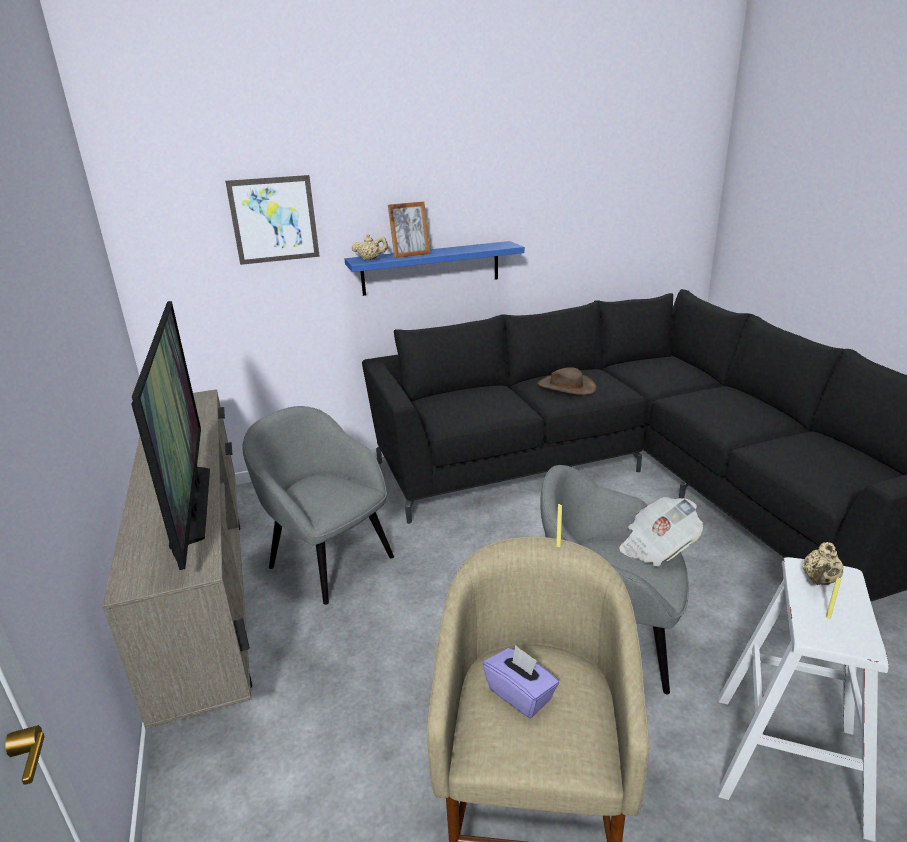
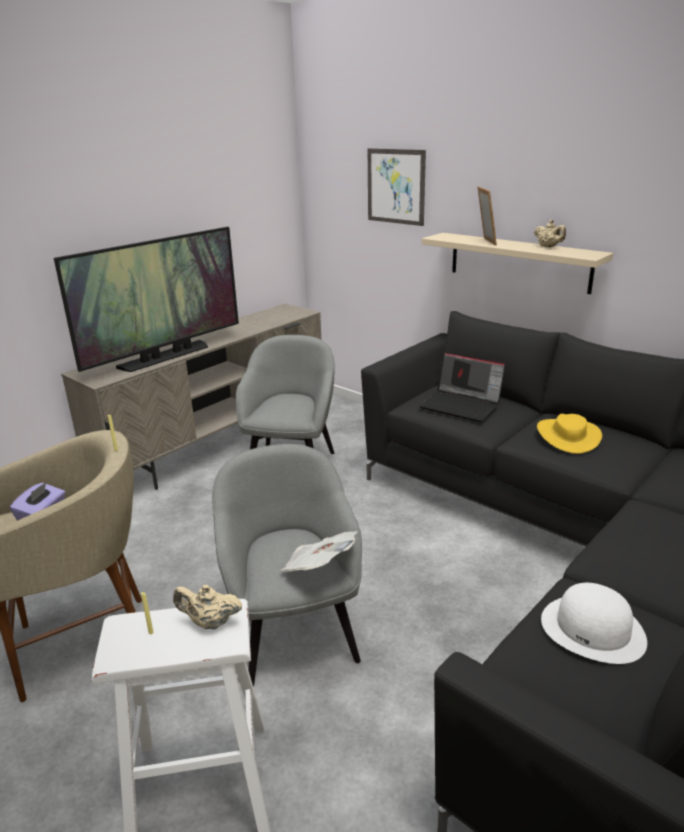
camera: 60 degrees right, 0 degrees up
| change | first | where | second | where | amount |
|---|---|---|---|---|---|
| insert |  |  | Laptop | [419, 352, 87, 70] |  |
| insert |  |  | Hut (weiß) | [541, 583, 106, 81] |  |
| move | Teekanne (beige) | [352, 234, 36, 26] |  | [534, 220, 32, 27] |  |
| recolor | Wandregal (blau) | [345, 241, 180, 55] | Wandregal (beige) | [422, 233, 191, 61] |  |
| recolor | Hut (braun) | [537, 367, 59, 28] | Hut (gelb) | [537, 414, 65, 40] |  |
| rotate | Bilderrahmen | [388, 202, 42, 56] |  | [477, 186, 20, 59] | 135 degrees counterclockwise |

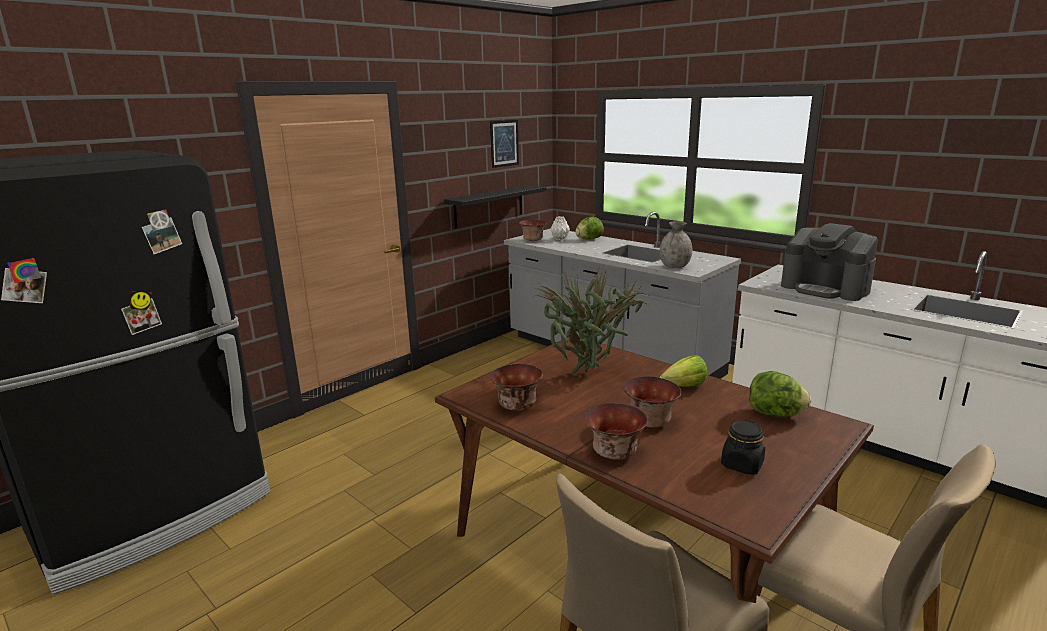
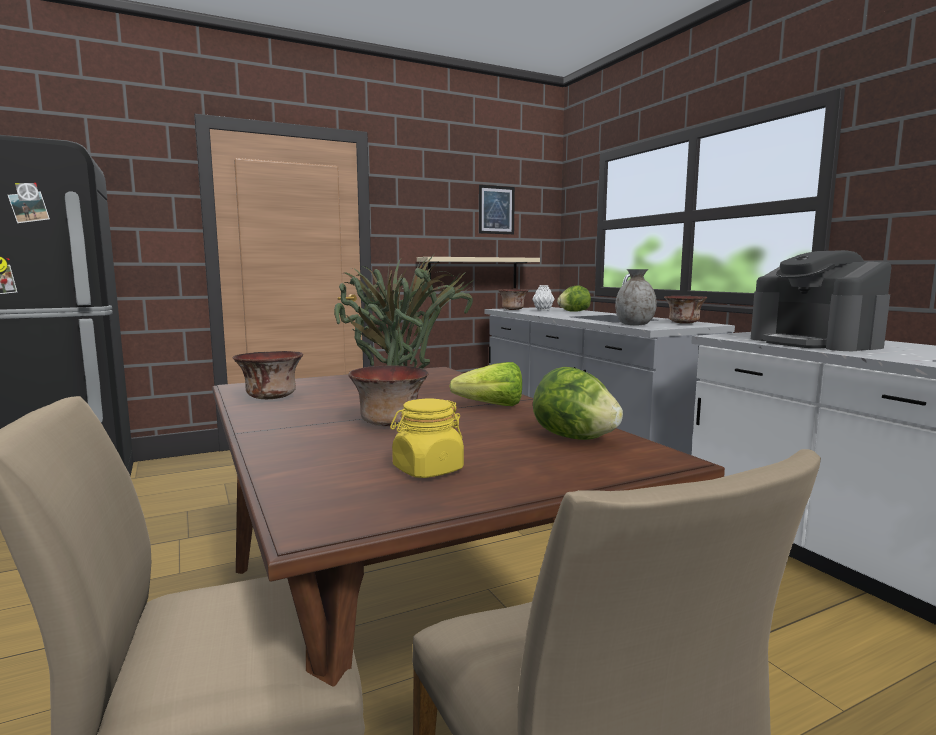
camera: 20 degrees right, 10 degrees down
| change | first | where | second | where | amount |
|---|---|---|---|---|---|
| move | Schüssel | [585, 403, 63, 57] |  | [664, 296, 43, 28] |  |
| recolor | Wandregal (schwarz) | [444, 185, 102, 44] | Wandregal (beige) | [417, 257, 123, 31] |  |
| recolor | Vorratsglas (schwarz) | [721, 420, 44, 55] | Vorratsglas (gelb) | [390, 399, 74, 79] |  |

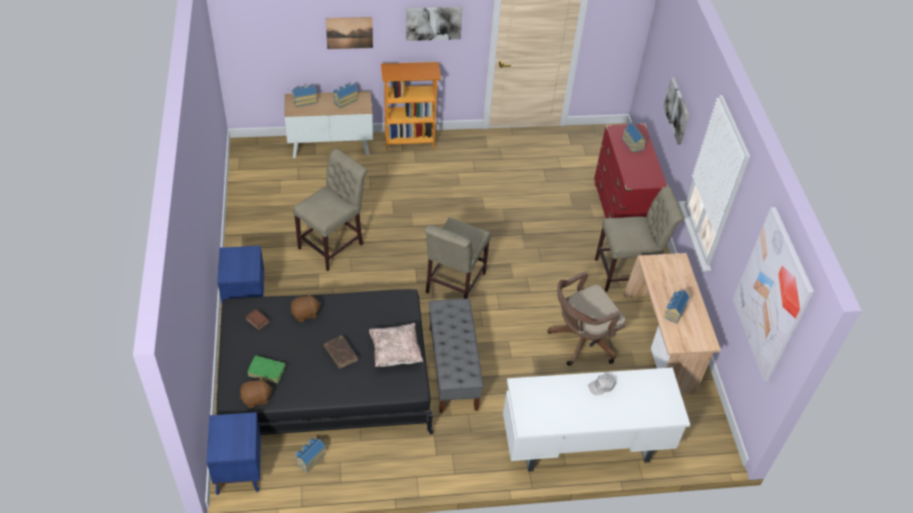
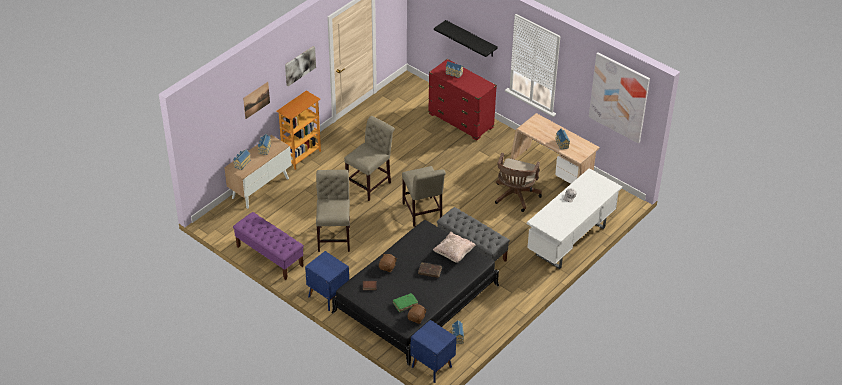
camera: 40 degrees left, 5 degrees down
| change | first | where | second | where | amount |
|---|---|---|---|---|---|
| insert |  |  | Bank (lila) | [233, 212, 71, 68] |  |
| move | Stuhl (beige) | [595, 187, 89, 105] |  | [344, 116, 51, 85] |  |
| replace | Bild | [663, 77, 27, 68] | Wandregal (schwarz) | [434, 20, 64, 37] |  |

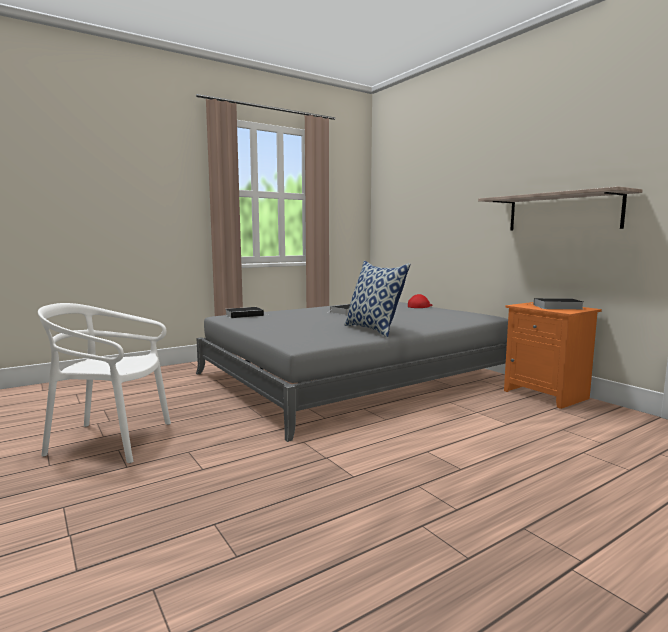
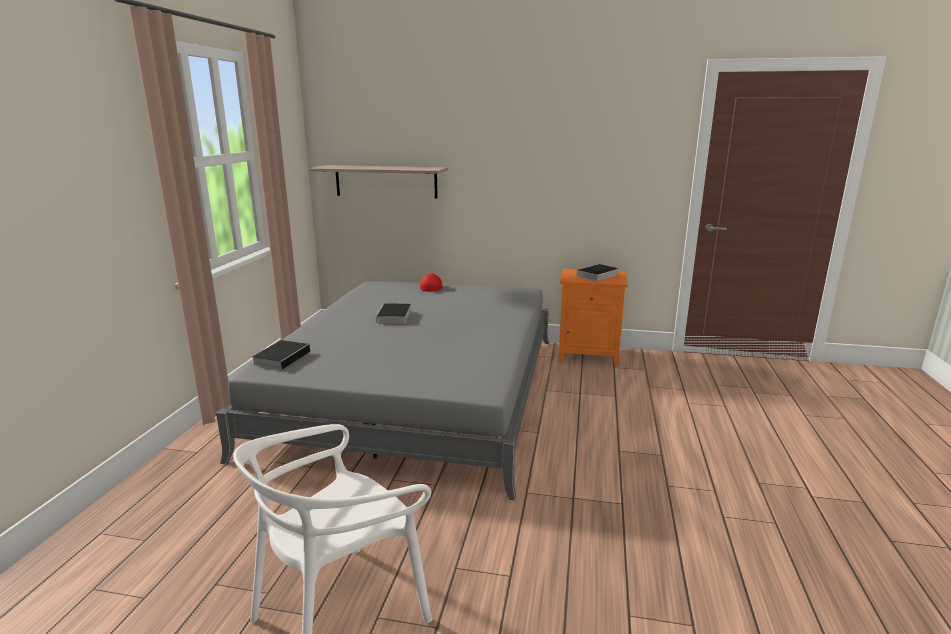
camera: 45 degrees left, 10 degrees up
| change | first | where | second | where | amount |
|---|---|---|---|---|---|
| delete | Kissen | [345, 261, 66, 77] |  |  |  |
| move | Wandregal | [478, 186, 165, 45] |  | [308, 165, 140, 33] |  |

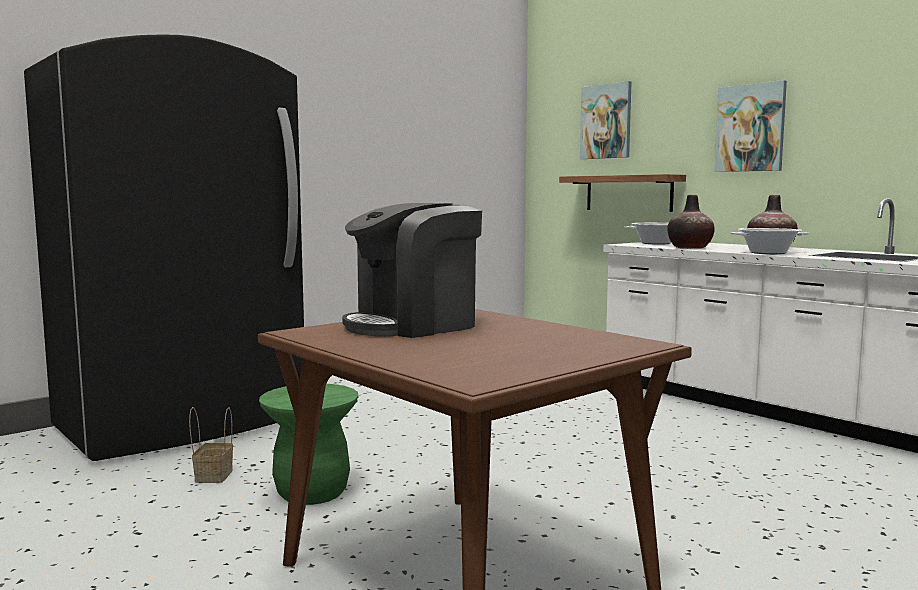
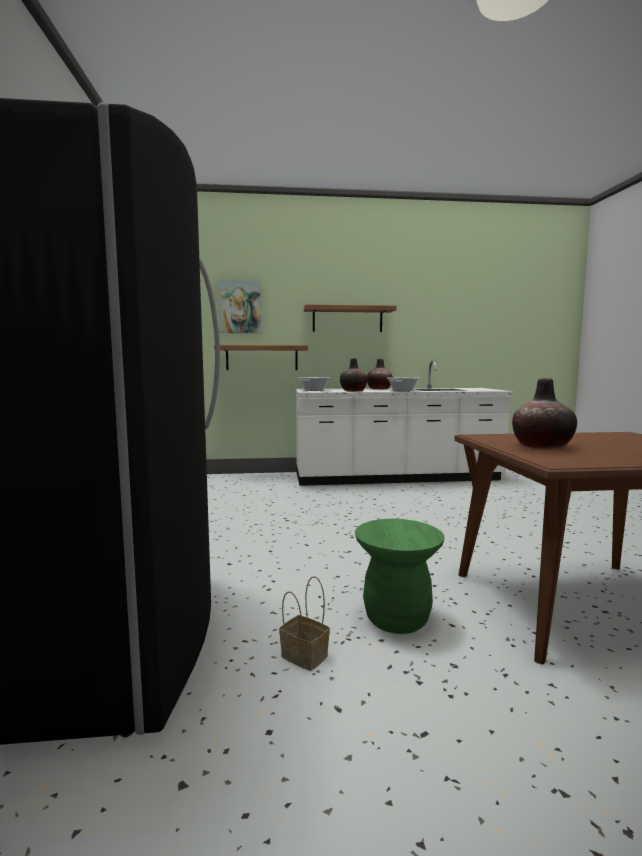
camera: 55 degrees left, 0 degrees up
| change | first | where | second | where | amount |
|---|---|---|---|---|---|
| replace | Kaffeemaschine | [342, 203, 140, 135] | Vase | [512, 378, 65, 71] |  |
| replace | Bild | [714, 80, 73, 92] | Wandregal | [304, 304, 93, 28] |  |

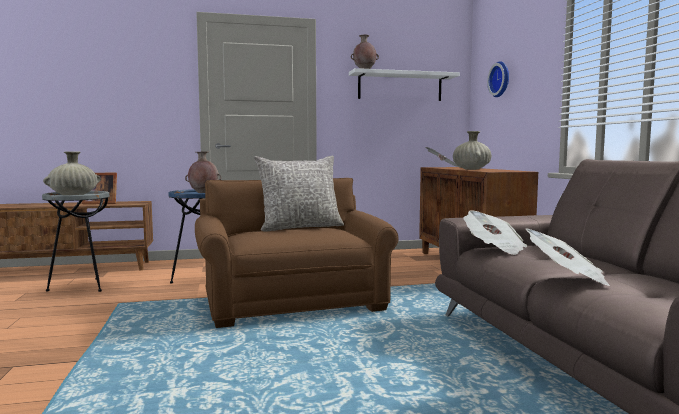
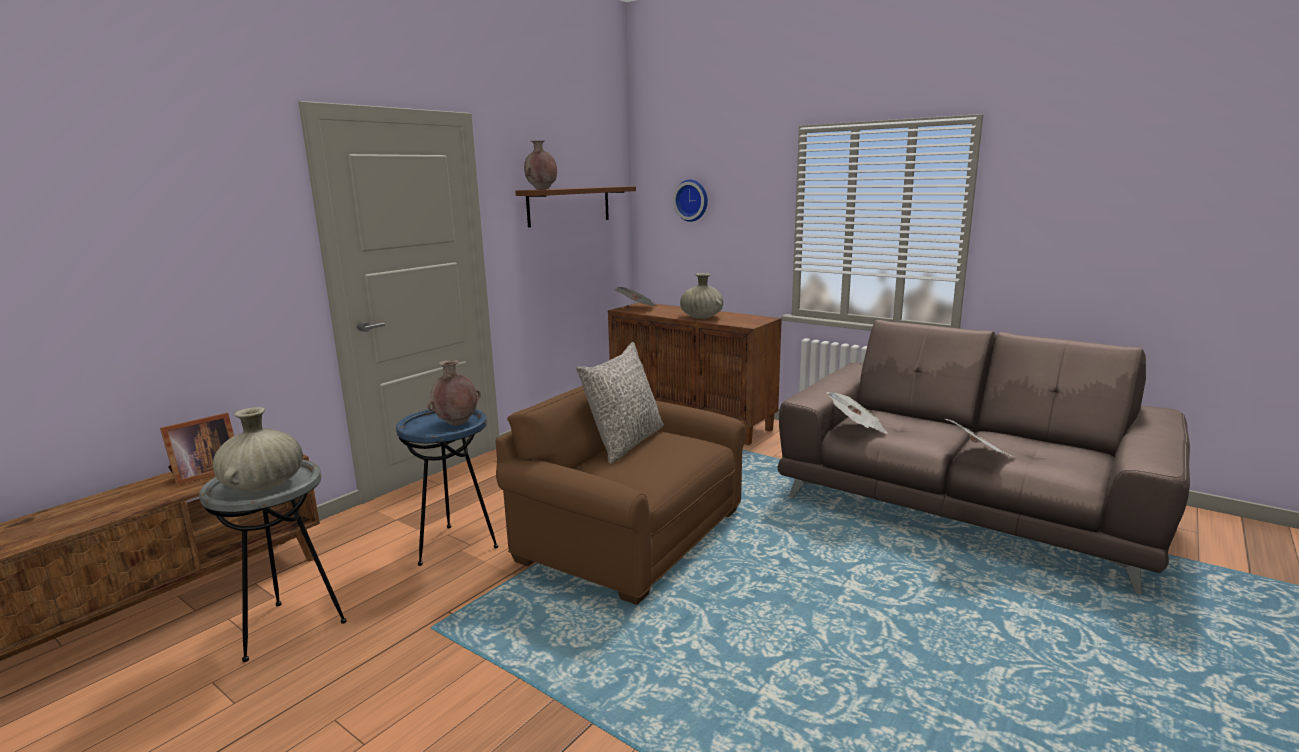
camera: 40 degrees left, 10 degrees up
| change | first | where | second | where | amount |
|---|---|---|---|---|---|
| recolor | Wandregal (weiß) | [349, 68, 111, 33] | Wandregal (braun) | [515, 186, 121, 41] |  |

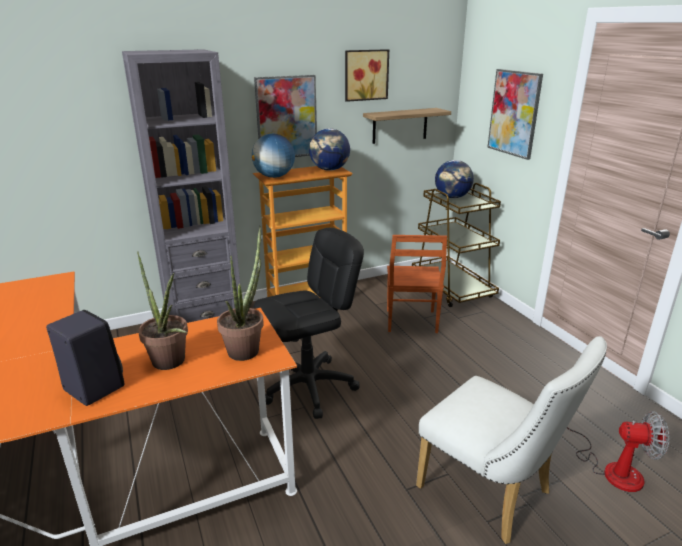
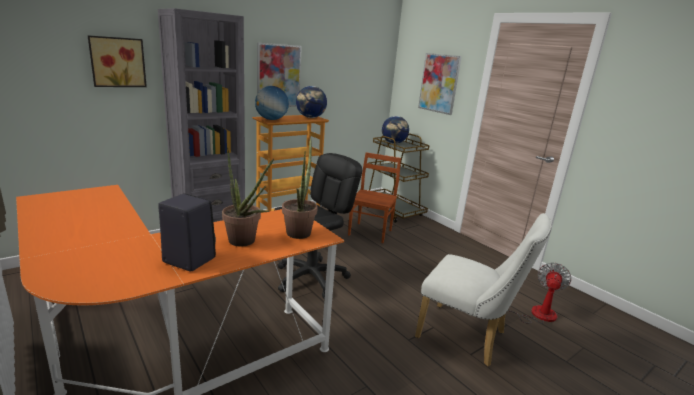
camera: 15 degrees left, 5 degrees down
| change | first | where | second | where | amount |
|---|---|---|---|---|---|
| delete | Wandregal | [363, 108, 88, 36] |  |  |  |
| move | Bild | [345, 49, 44, 53] |  | [87, 35, 60, 52] |  |
| rotate | Stuhl (braun) | [387, 235, 60, 98] |  | [348, 152, 53, 91] | 150 degrees counterclockwise |
| rotate | Ventilator | [567, 411, 102, 81] |  | [508, 263, 63, 61] | 60 degrees counterclockwise |

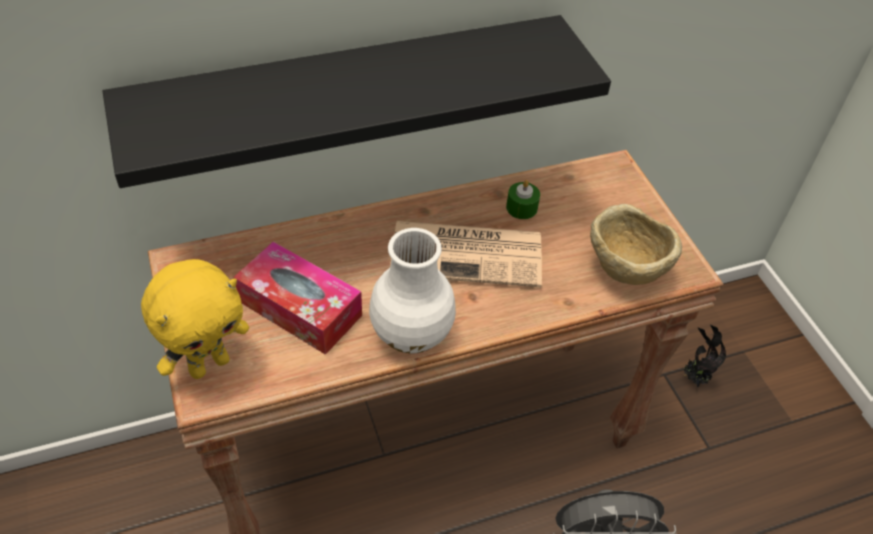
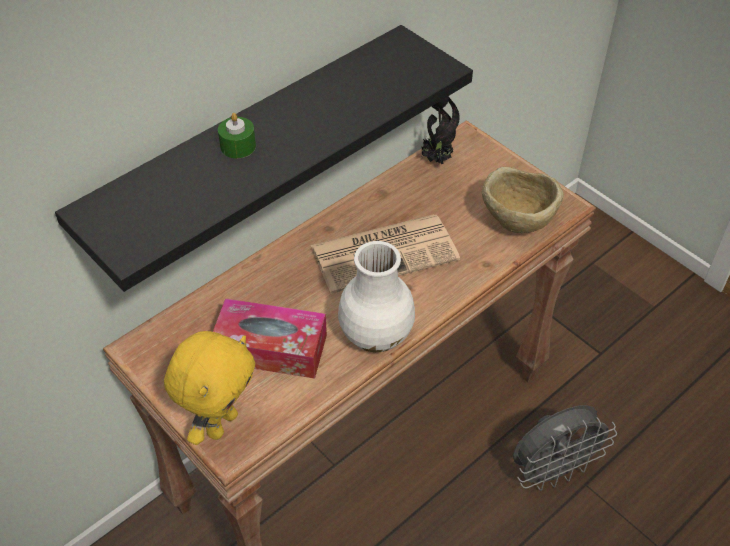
camera: 20 degrees left, 0 degrees up
| change | first | where | second | where | amount |
|---|---|---|---|---|---|
| move | Kerze (grün) | [506, 180, 34, 39] |  | [218, 113, 38, 45] |  |
| move | Topfpflanze | [684, 325, 42, 62] |  | [421, 96, 39, 68] |  |

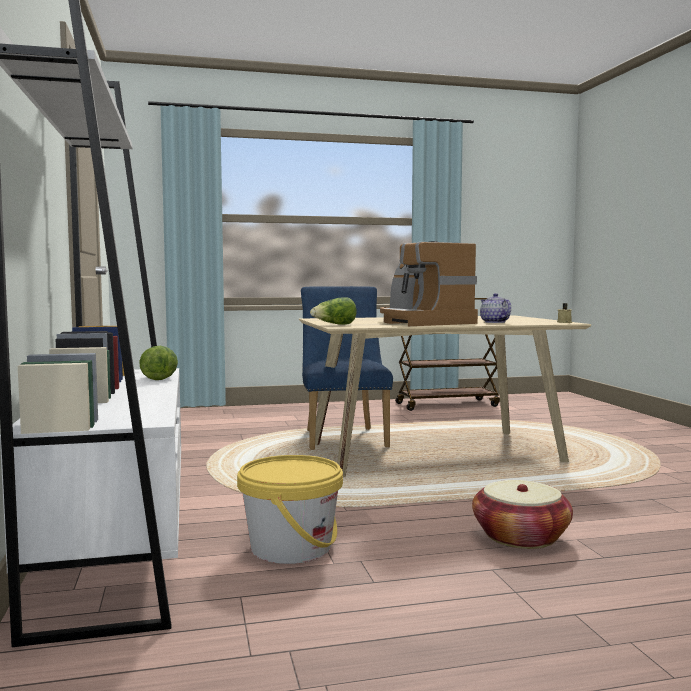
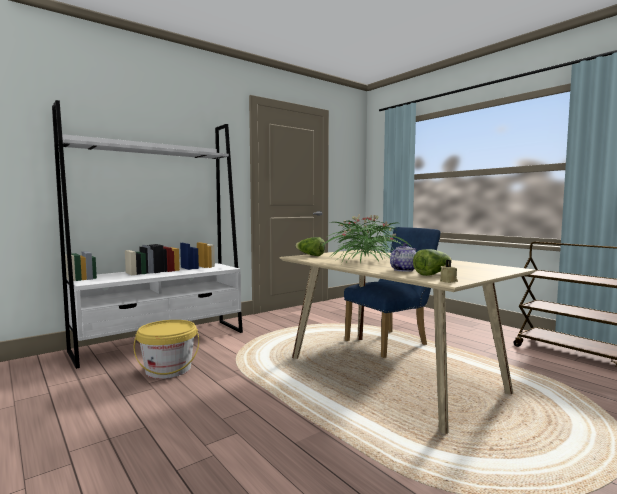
camera: 65 degrees right, 0 degrees up
| change | first | where | second | where | amount |
|---|---|---|---|---|---|
| delete | Korb | [472, 480, 101, 69] |  |  |  |
| move | Salatkopf | [139, 346, 39, 34] |  | [413, 249, 39, 27] |  |
| replace | Kaffeemaschine | [380, 241, 98, 85] | Topfpflanze | [323, 214, 90, 50] |  |

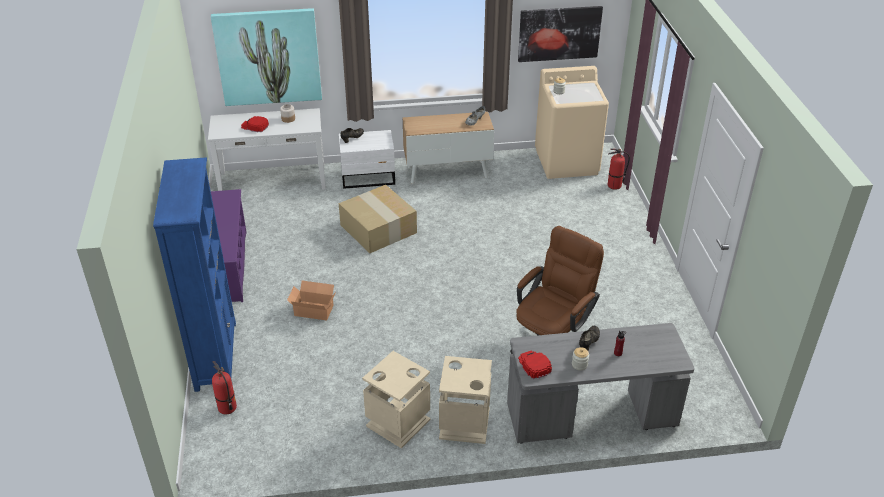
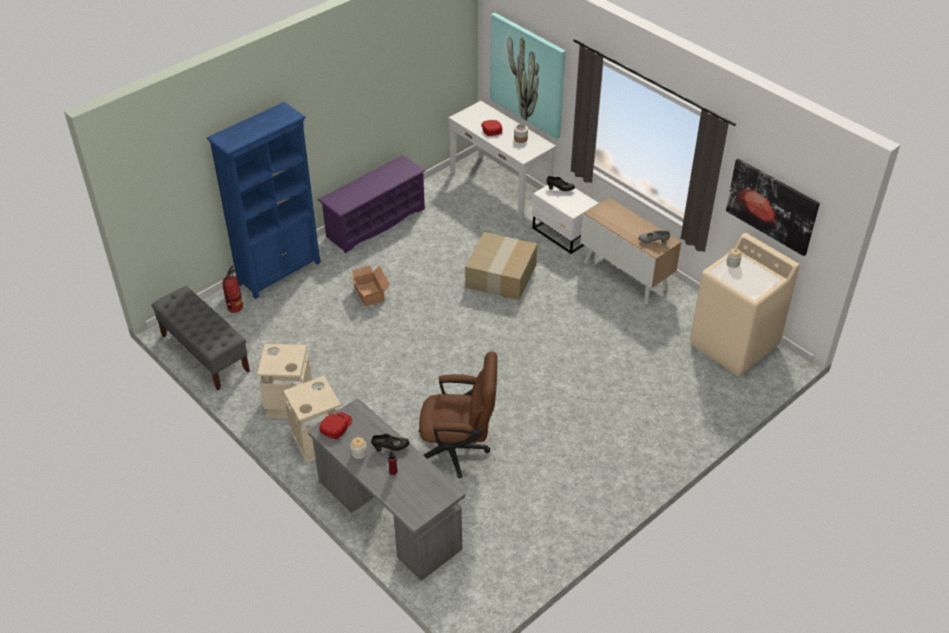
camera: 55 degrees right, 5 degrees up
| change | first | where | second | where | amount |
|---|---|---|---|---|---|
| delete | Feuerlöscher | [608, 148, 22, 42] |  |  |  |
| insert |  |  | Bank (grau) | [151, 286, 99, 104] |  |

